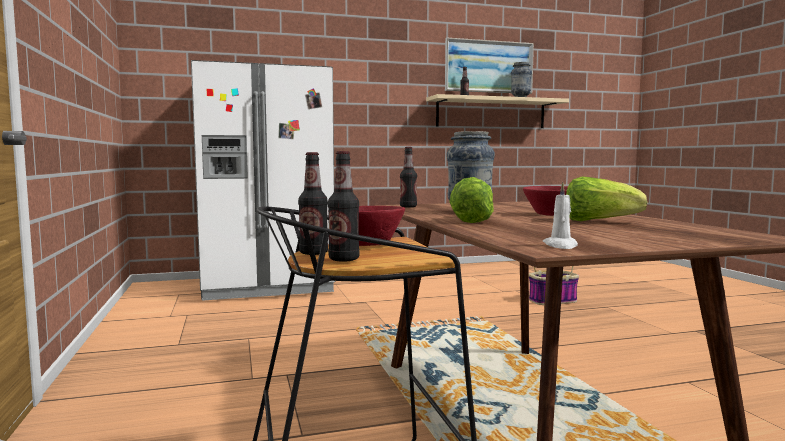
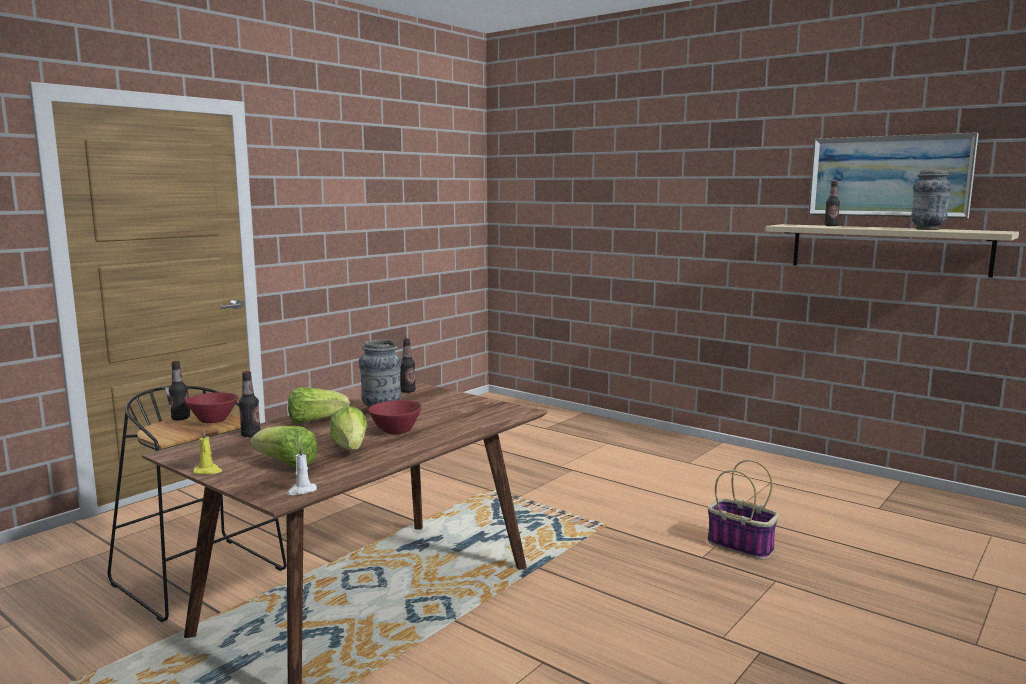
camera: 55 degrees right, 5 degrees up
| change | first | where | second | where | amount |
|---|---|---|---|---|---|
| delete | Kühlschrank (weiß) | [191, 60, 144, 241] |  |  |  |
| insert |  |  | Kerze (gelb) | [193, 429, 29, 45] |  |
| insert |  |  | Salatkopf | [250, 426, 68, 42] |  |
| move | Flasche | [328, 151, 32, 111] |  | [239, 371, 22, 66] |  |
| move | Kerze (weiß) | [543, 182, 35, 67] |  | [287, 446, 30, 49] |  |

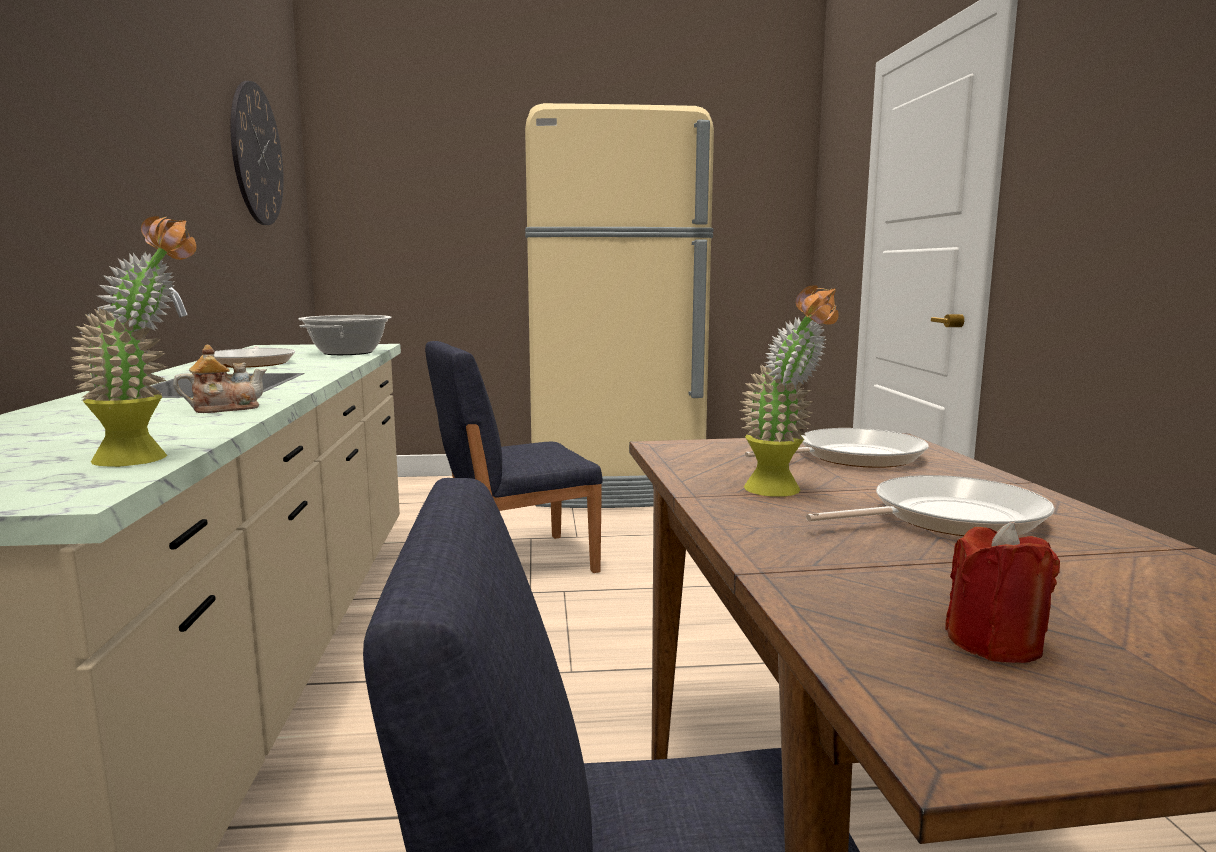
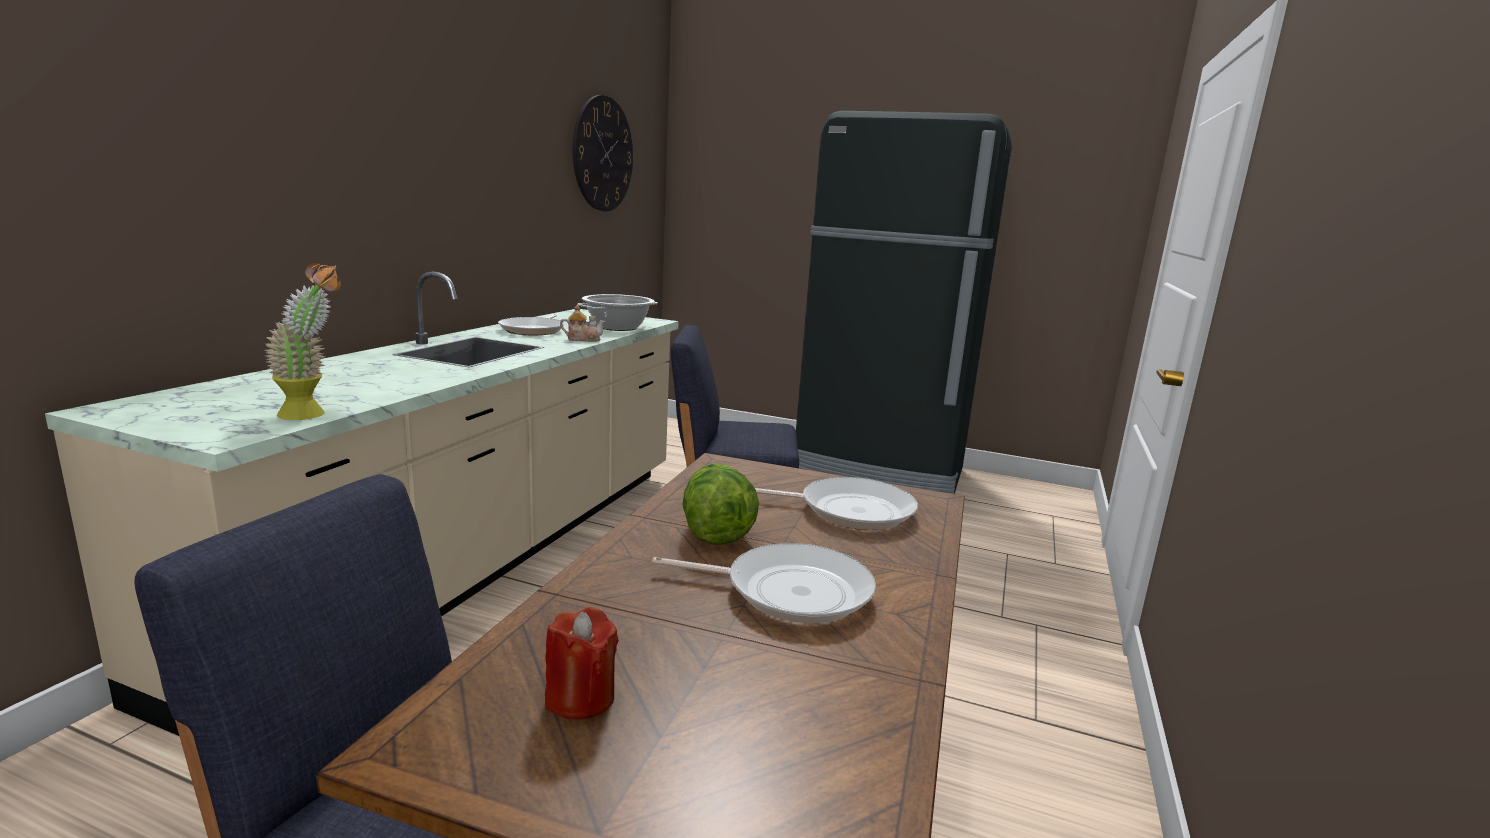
camera: 25 degrees right, 5 degrees up
| change | first | where | second | where | amount |
|---|---|---|---|---|---|
| move | Teekanne | [173, 345, 94, 68] |  | [560, 305, 46, 37] |  |
| replace | Topfpflanze | [740, 285, 99, 212] | Salatkopf | [683, 463, 76, 82] |  |
| recolor | Kühlschrank (beige) | [525, 103, 189, 405] | Kühlschrank (schwarz) | [796, 111, 216, 383] |  |

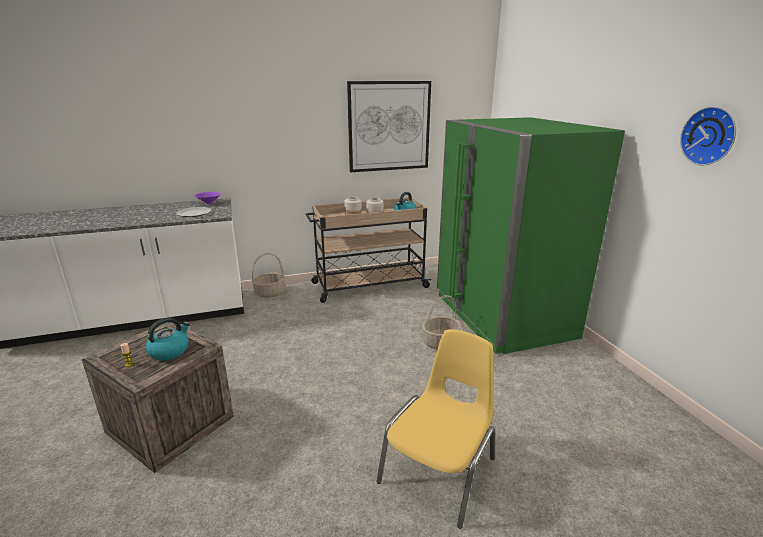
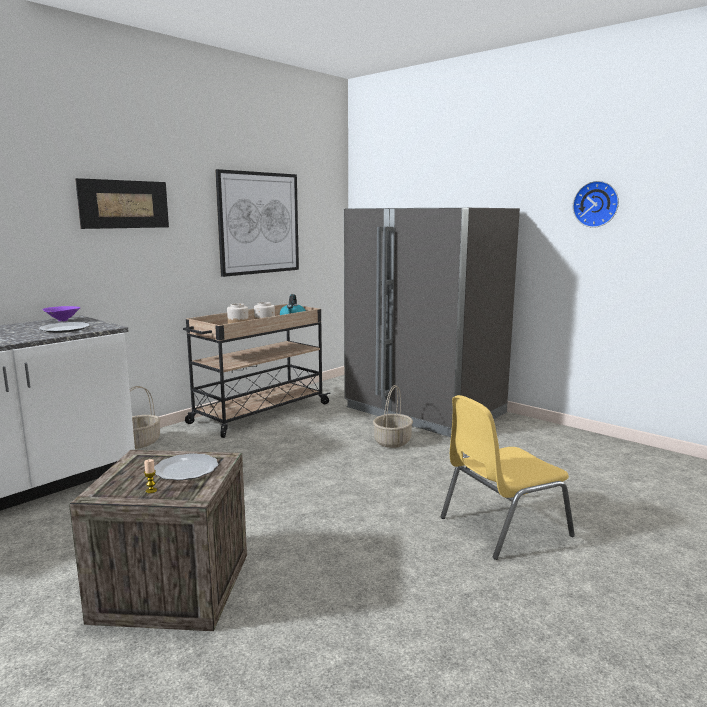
camera: 30 degrees left, 10 degrees down
| change | first | where | second | where | amount |
|---|---|---|---|---|---|
| insert |  |  | Bild | [75, 178, 94, 51] |  |
| replace | Wasserkessel | [146, 317, 44, 44] | Teller | [154, 453, 64, 27] |  |
| recolor | Kühlschrank (grün) | [437, 117, 188, 237] | Kühlschrank (grau) | [344, 207, 176, 230] |  |
| rotate | Stuhl (gelb) | [376, 329, 119, 200] |  | [441, 395, 134, 165] | 120 degrees counterclockwise |

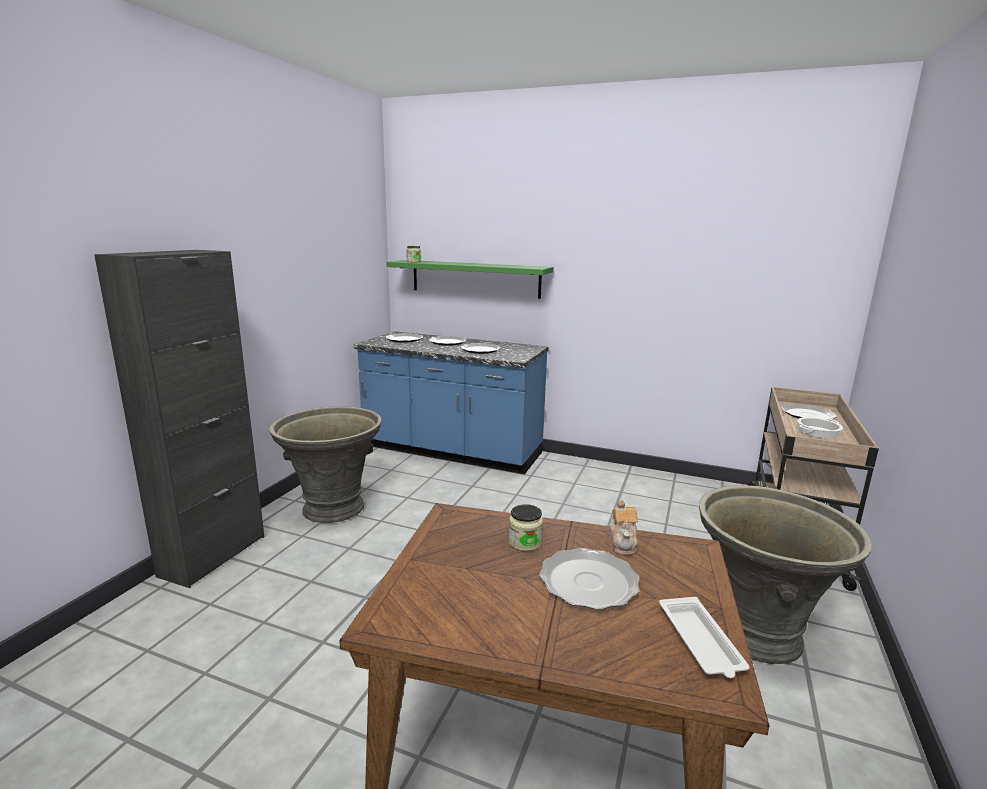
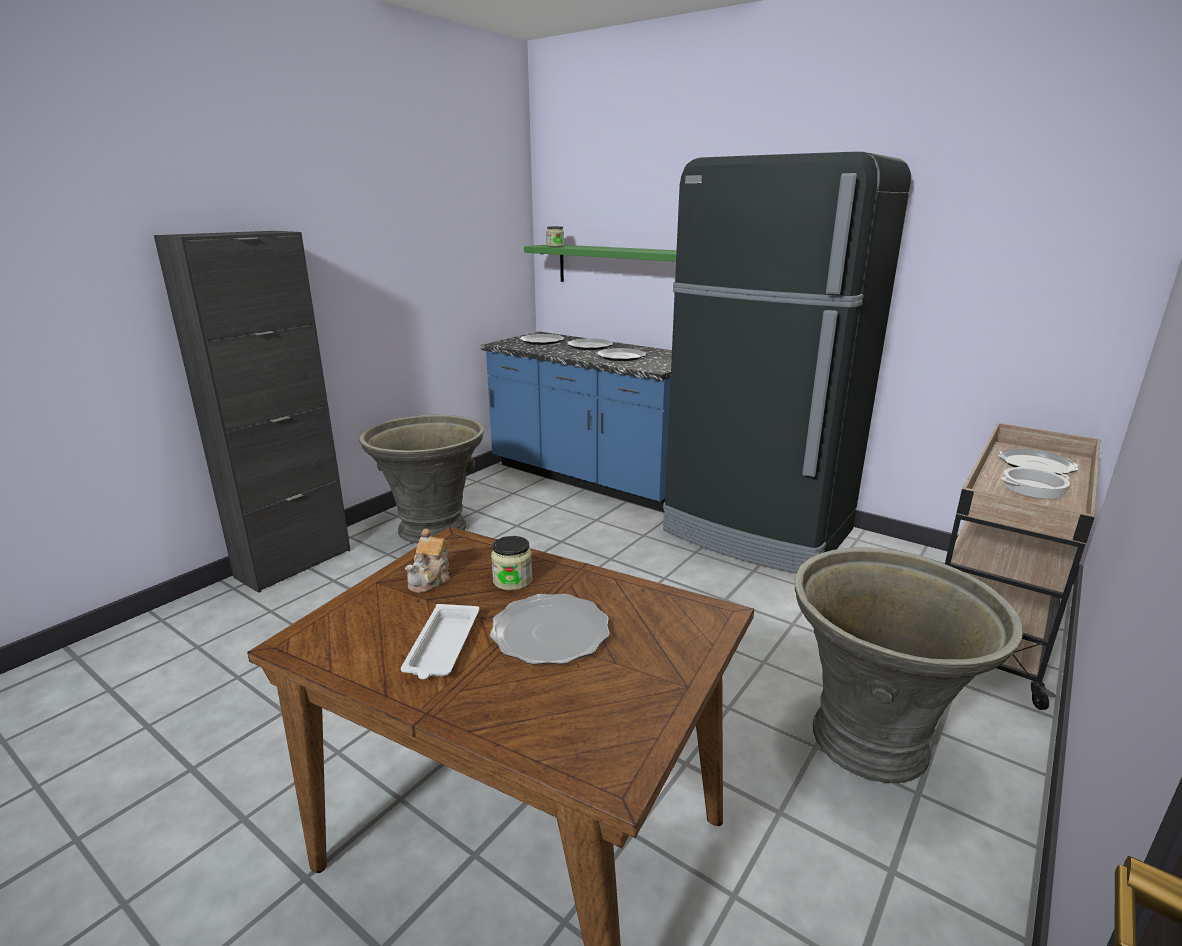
camera: 15 degrees right, 5 degrees up
| change | first | where | second | where | amount |
|---|---|---|---|---|---|
| insert |  |  | Kühlschrank (schwarz) | [663, 151, 248, 423] |  |
| move | Teekanne | [610, 500, 28, 56] |  | [405, 529, 45, 64] |  |
| move | Tablett (weiß) | [659, 597, 90, 81] |  | [401, 604, 78, 75] |  |

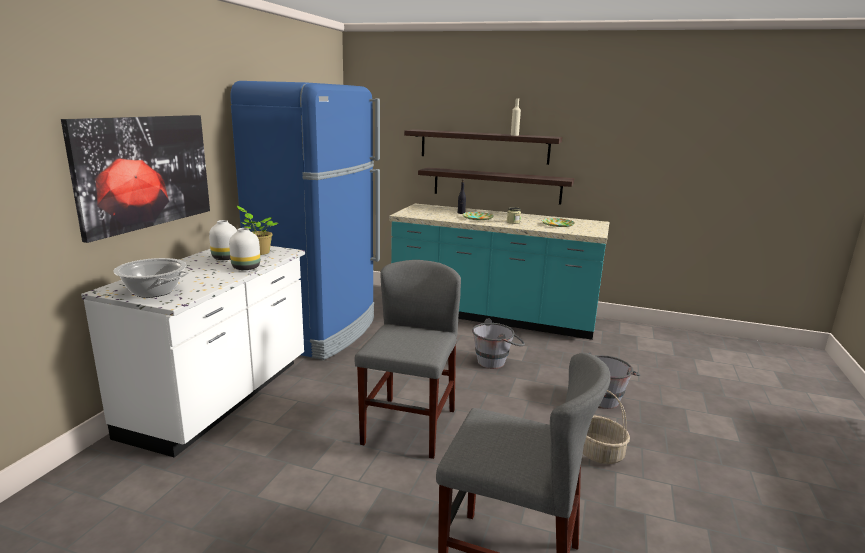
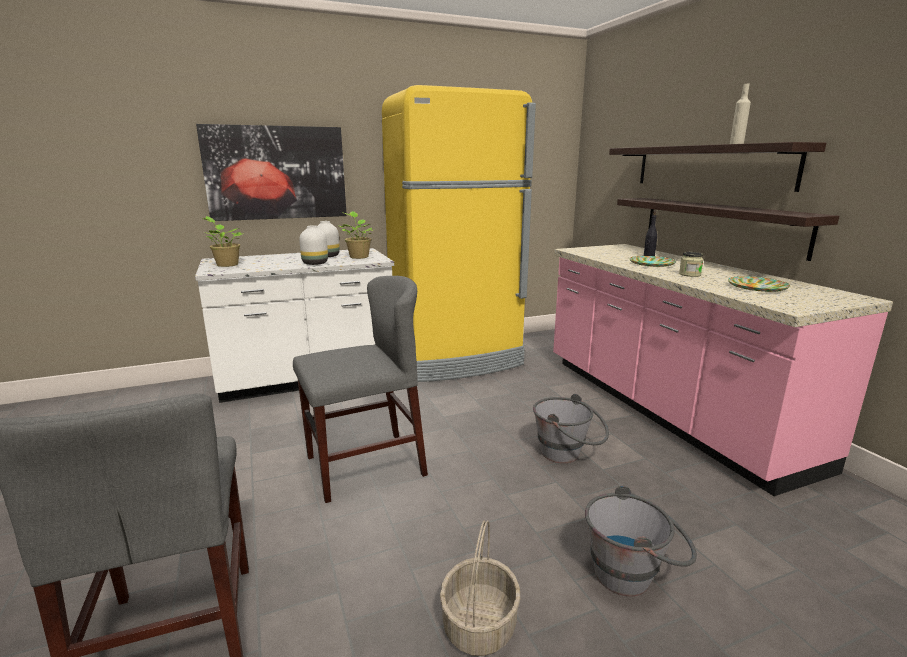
camera: 50 degrees right, 0 degrees up
| change | first | where | second | where | amount |
|---|---|---|---|---|---|
| replace | Kochtopf | [113, 258, 76, 40] | Topfpflanze | [202, 216, 41, 51] |  |
| recolor | Kühlschrank (blau) | [231, 81, 149, 279] | Kühlschrank (gelb) | [382, 85, 154, 297] |  |
| recolor | Küchenzeile (türkis) | [389, 204, 221, 136] | Küchenzeile (rosa) | [553, 244, 340, 252] |  |

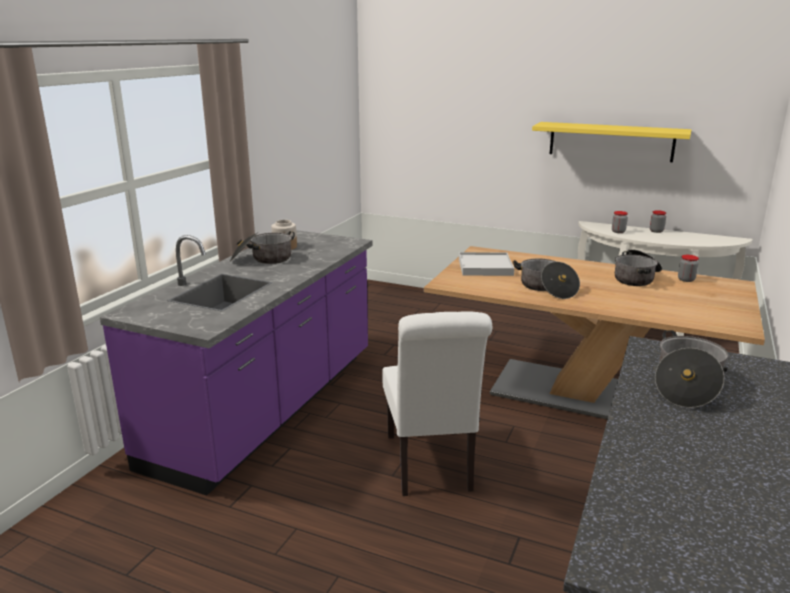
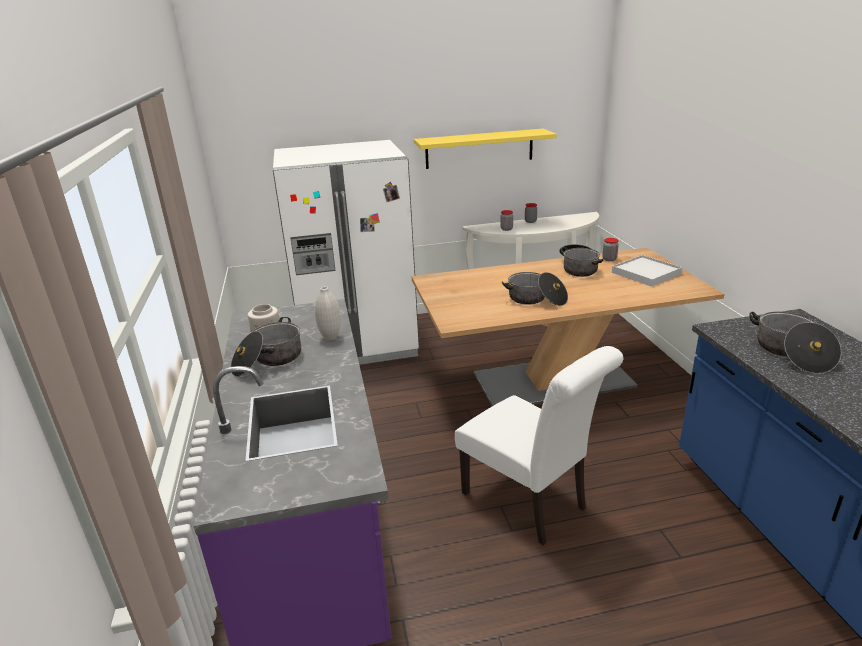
camera: 35 degrees left, 5 degrees up
| change | first | where | second | where | amount |
|---|---|---|---|---|---|
| insert |  |  | Kühlschrank (weiß) | [273, 140, 146, 225] |  |
| insert |  |  | Vase (weiß) | [315, 286, 26, 55] |  |
| move | Tablett (weiß) | [459, 252, 55, 24] |  | [612, 255, 70, 32] |  |

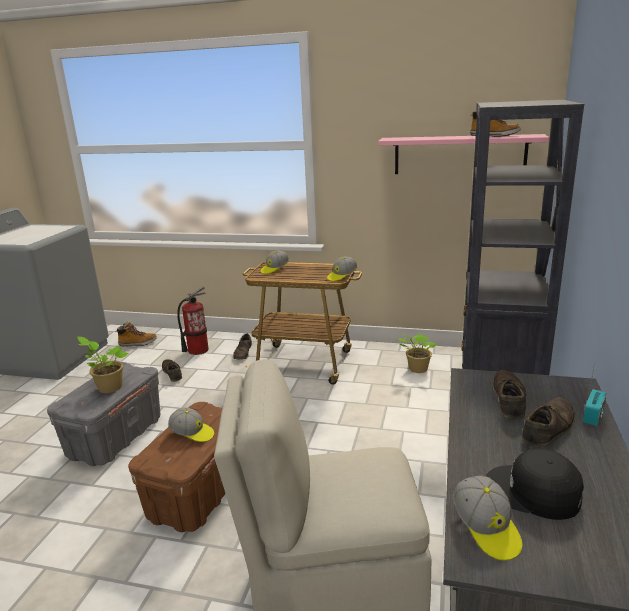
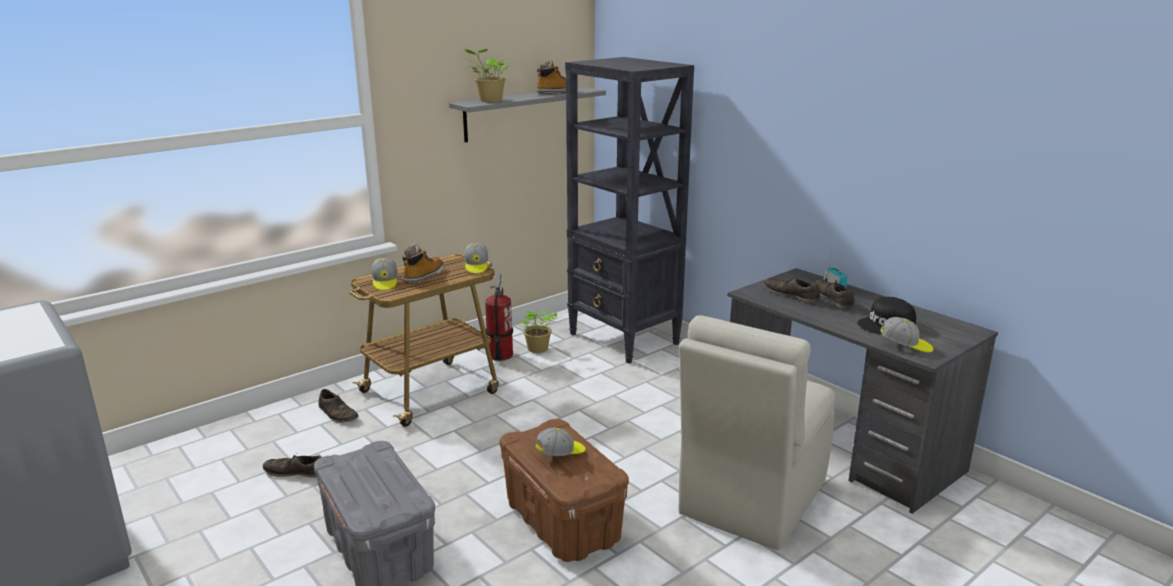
camera: 55 degrees left, 0 degrees up
| change | first | where | second | where | amount |
|---|---|---|---|---|---|
| move | Topfpflanze | [77, 337, 52, 56] |  | [465, 49, 44, 53] |  |
| move | Stiefel | [116, 321, 41, 26] |  | [402, 244, 41, 40] |  |
| move | Feuerlöscher | [177, 286, 32, 69] |  | [485, 274, 28, 87] |  |
| recolor | Wandregal (rosa) | [378, 134, 171, 40] | Wandregal (grau) | [449, 87, 157, 56] |  |

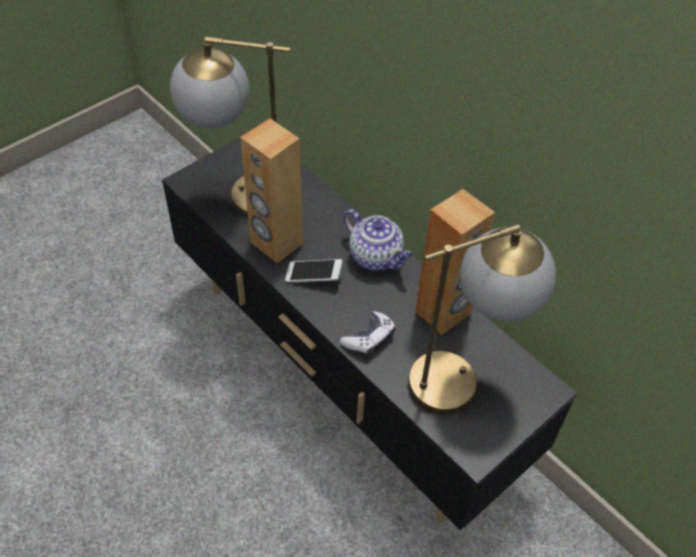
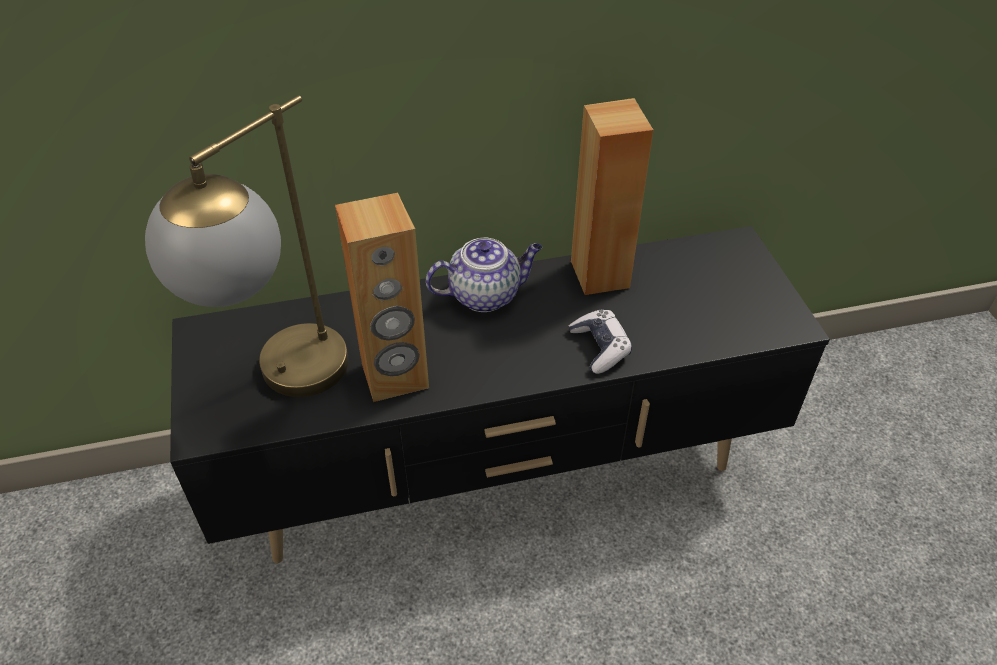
camera: 60 degrees left, 5 degrees down
| change | first | where | second | where | amount |
|---|---|---|---|---|---|
| delete | Handy | [285, 259, 58, 24] |  |  |  |
| delete | Tischlampe | [408, 225, 148, 190] |  |  |  |

